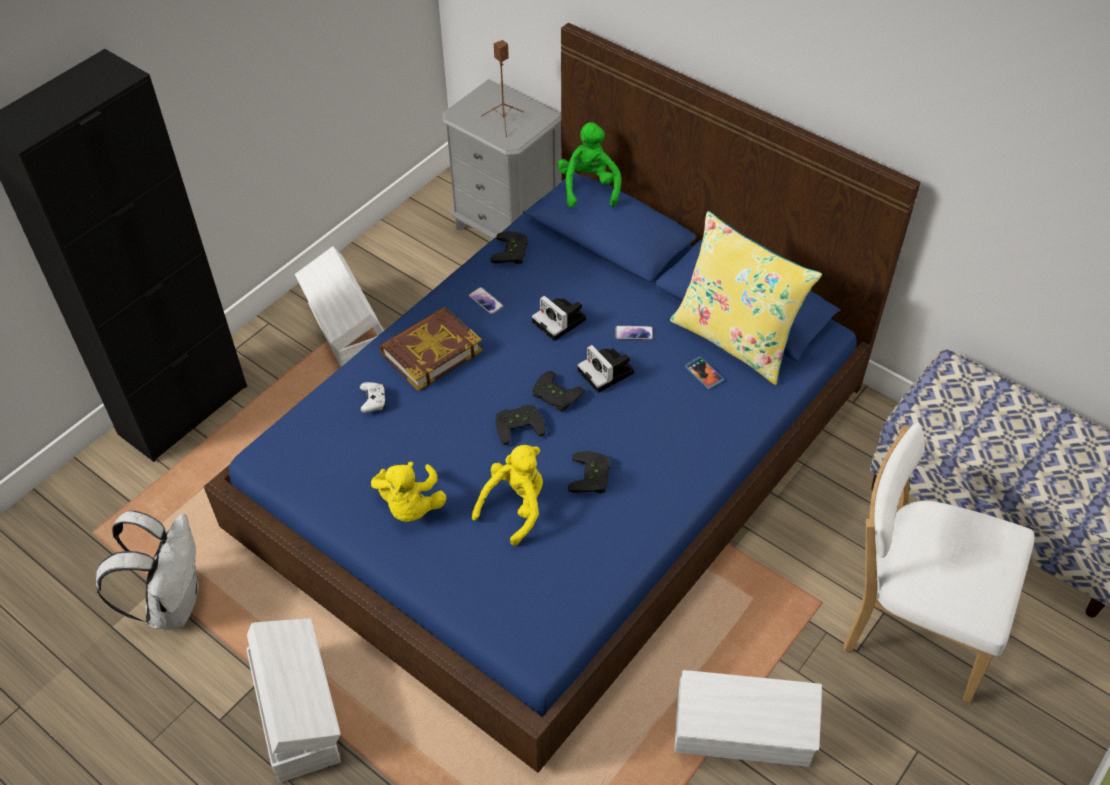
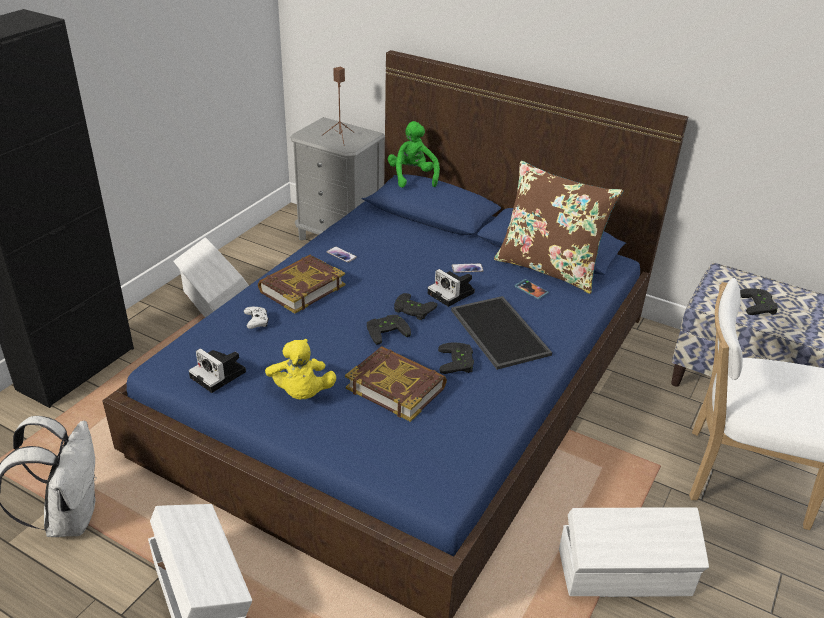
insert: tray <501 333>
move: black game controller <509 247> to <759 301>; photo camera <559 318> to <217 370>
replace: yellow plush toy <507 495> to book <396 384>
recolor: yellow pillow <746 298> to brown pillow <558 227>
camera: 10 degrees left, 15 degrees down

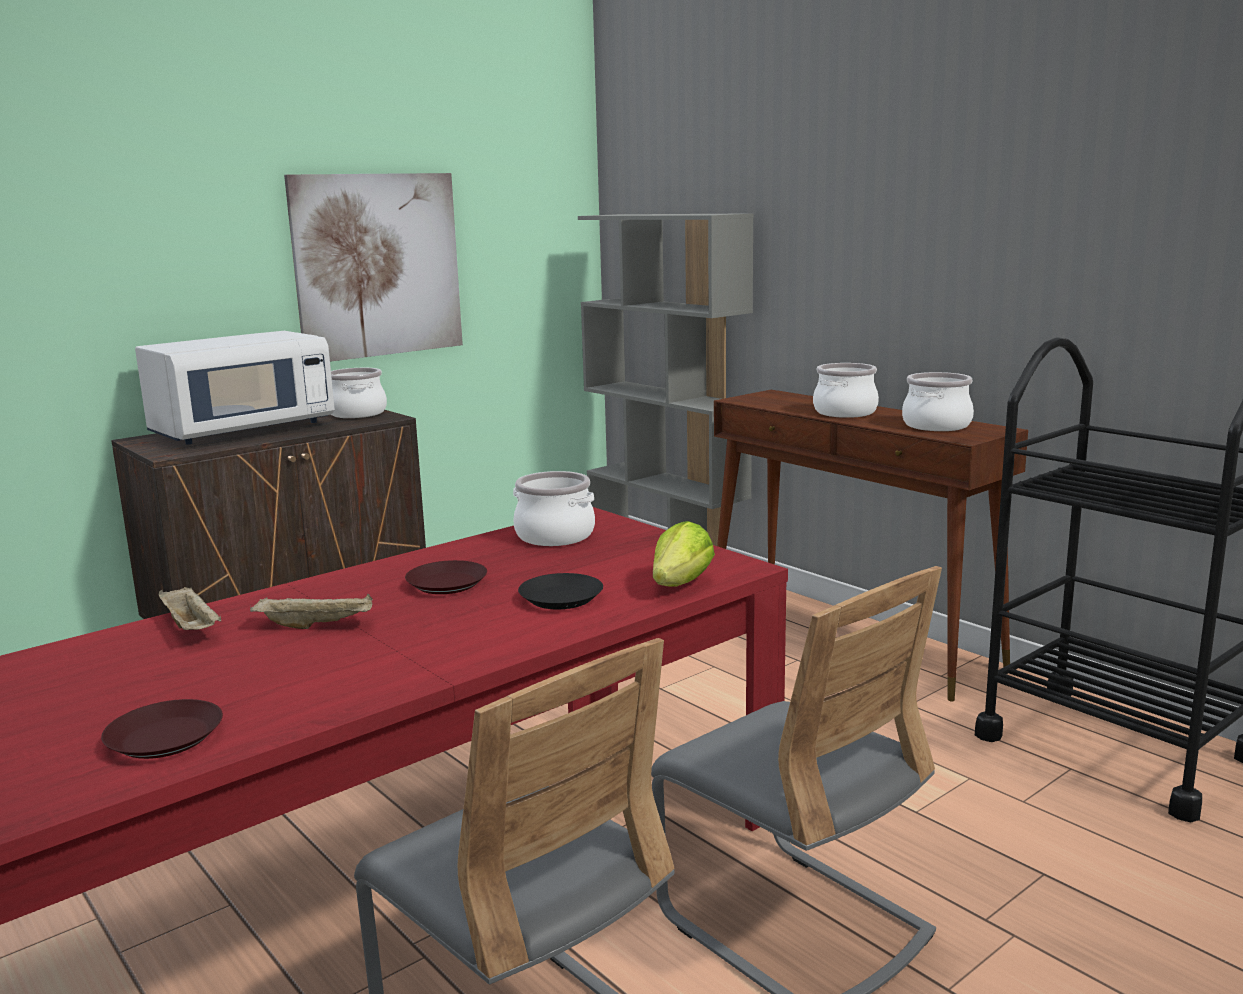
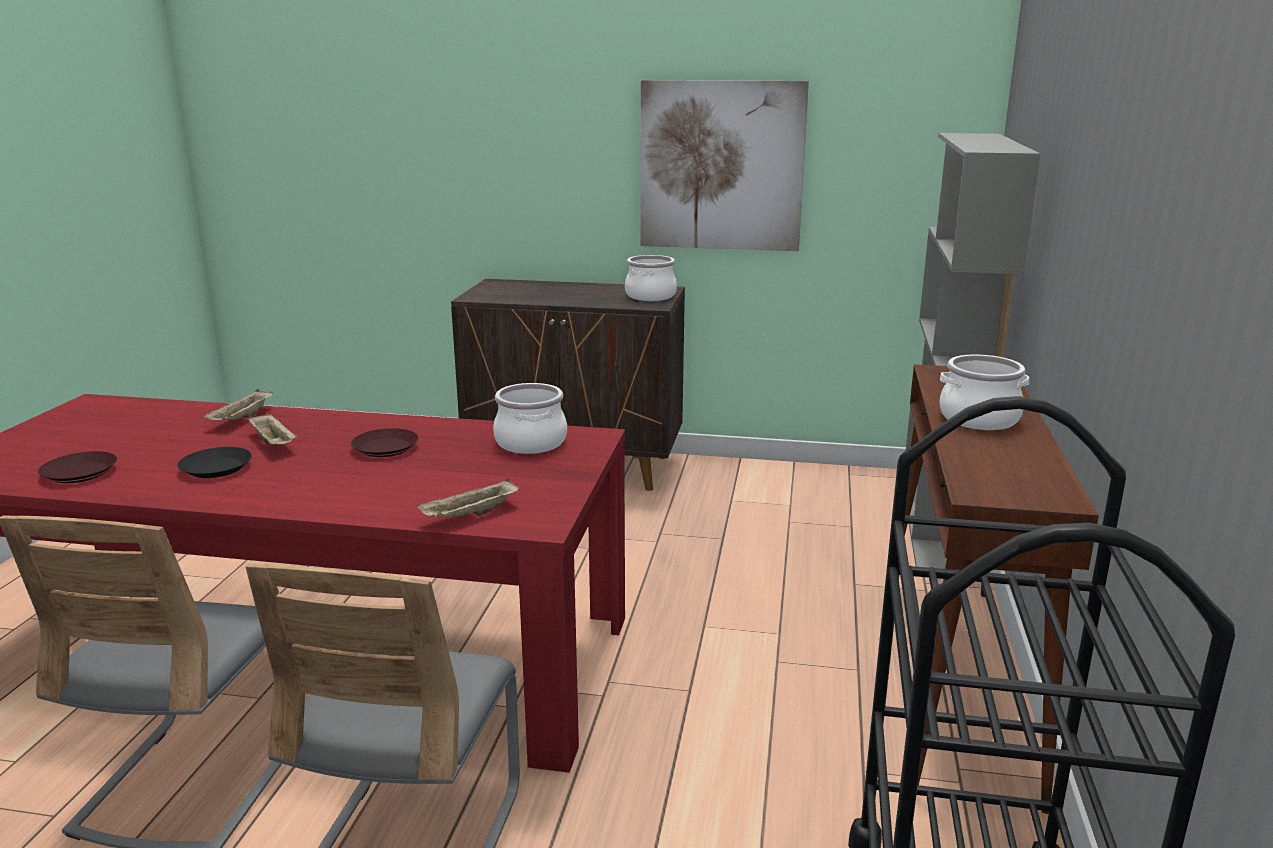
delete: white microwave <235 388>; cooking pot <938 401>
move: black plate <560 591> to <214 462>
replace: lettuce <684 554> to beige tray <468 498>
camera: 50 degrees right, 5 degrees up

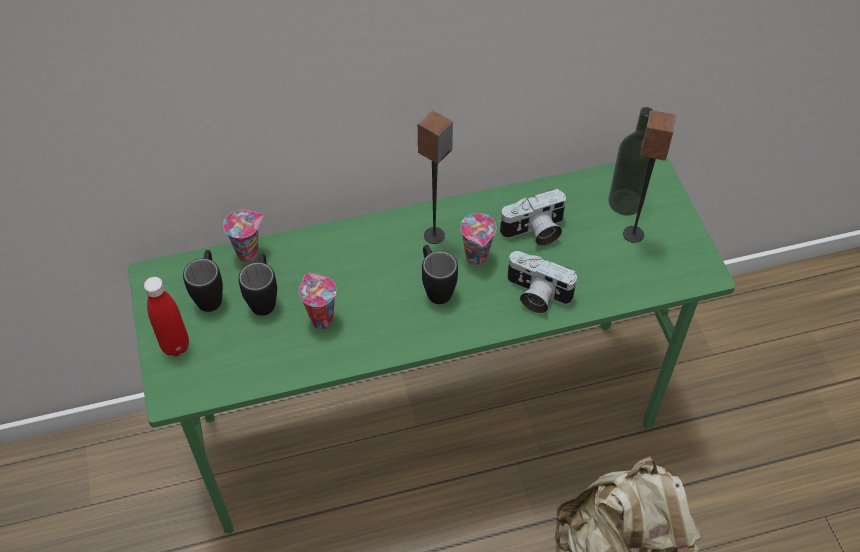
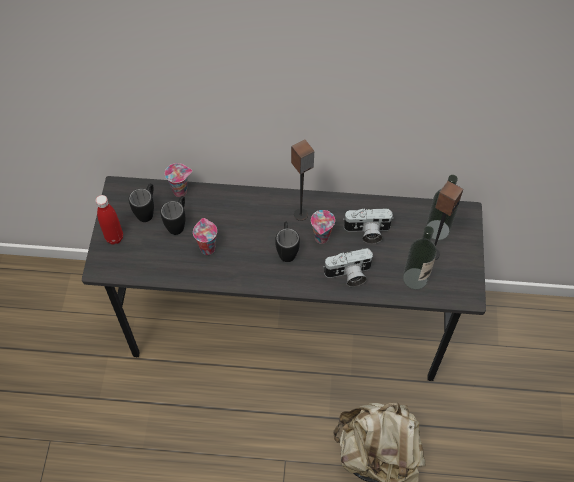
insert: bottle <420 258>
recolor: green desk <432 345> to grey desk <284 278>
rotate: photo camera <542 282> = <348 267> 60 degrees counterclockwise
camera: 20 degrees right, 5 degrees up

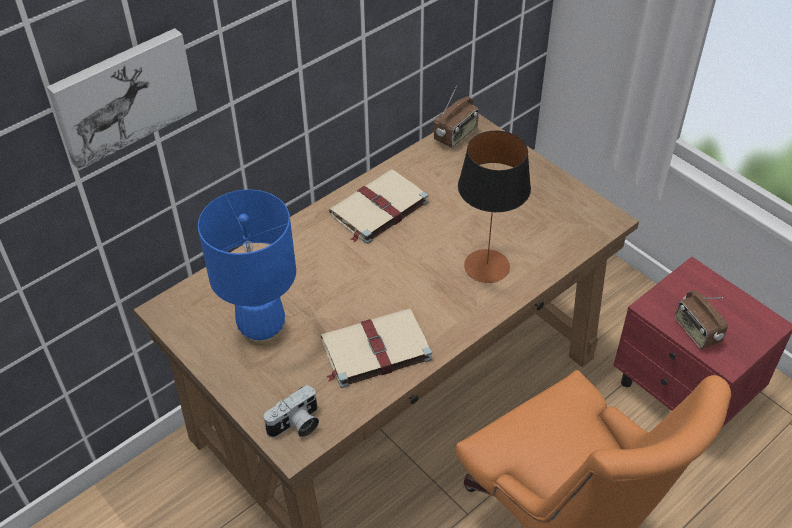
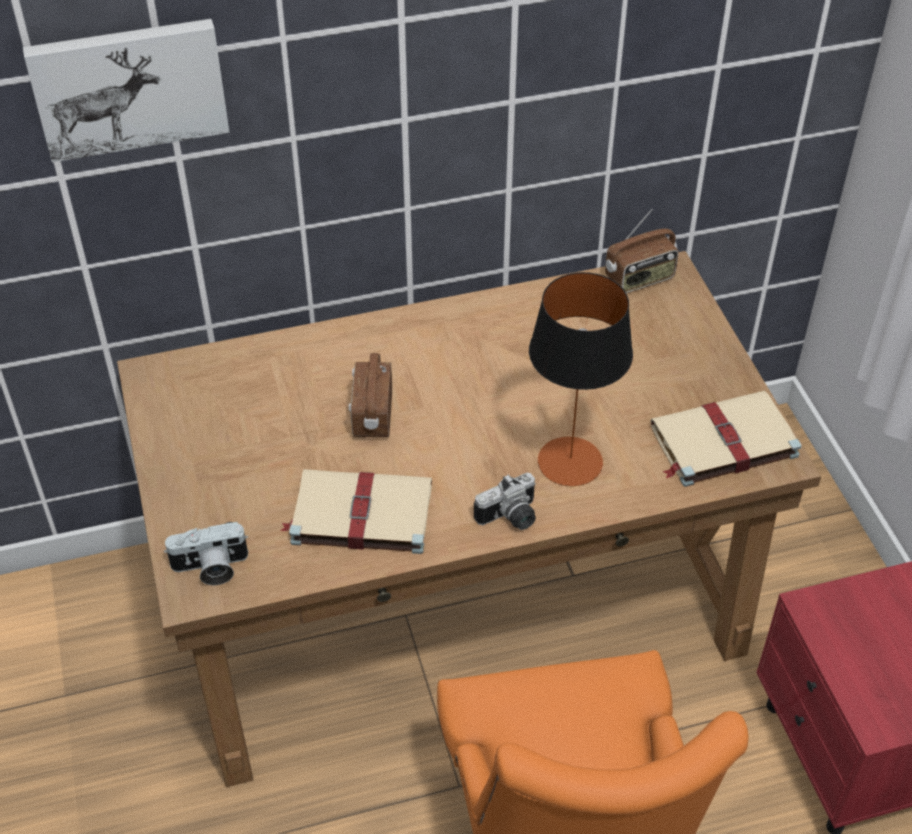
delete: blue table lamp <247 268>
insert: photo camera <505 501>
move: beige book <378 206> to <726 439>; radio <701 319> to <370 395>
camera: 25 degrees right, 0 degrees up

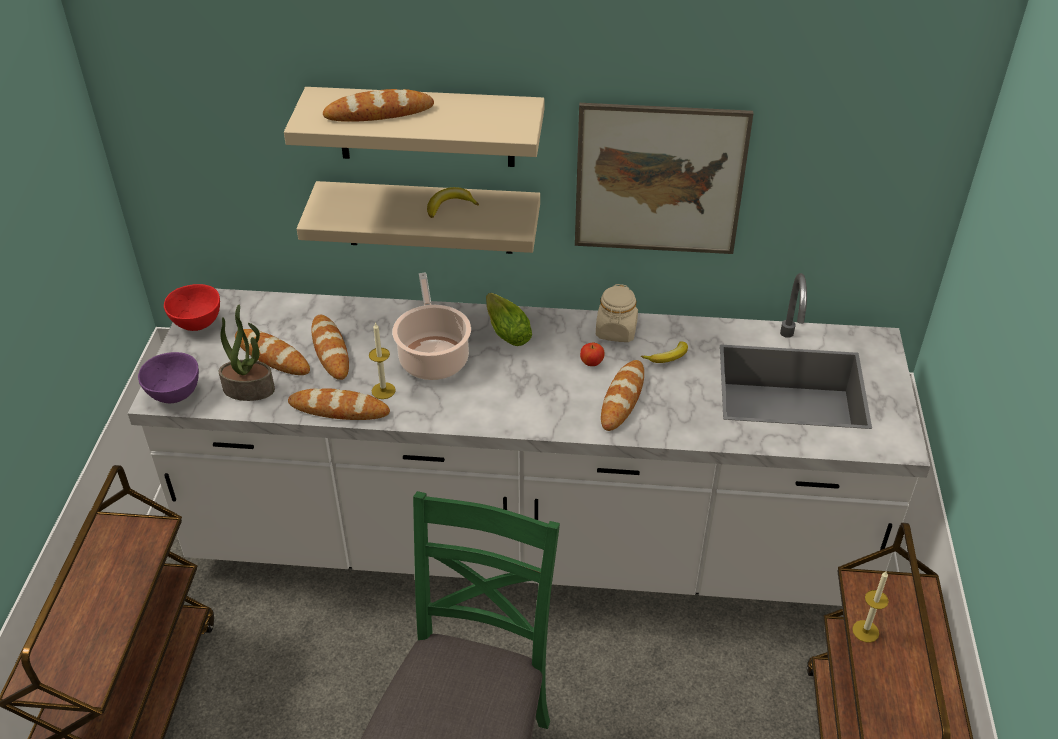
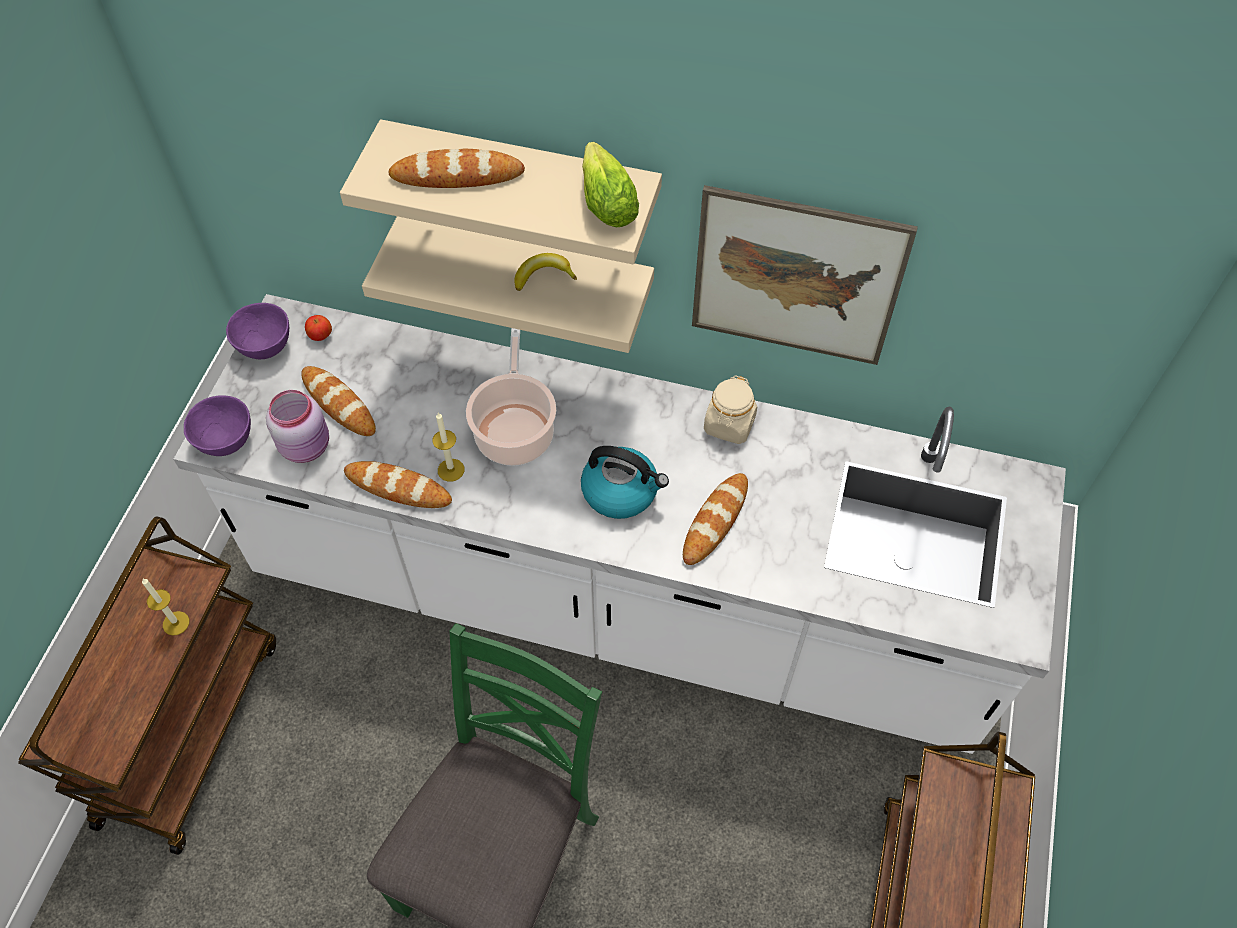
delete: bread <330 347>; banana <664 352>
insert: kettle <625 482>
move: lettuce <509 319> to <610 184>; apple <592 354> to <318 328>; candle <870 606> to <165 607>
replace: potted plant <247 353> to pink jar <297 426>
recolor: red bowl <192 307> to purple bowl <257 331>
camera: 10 degrees right, 15 degrees up

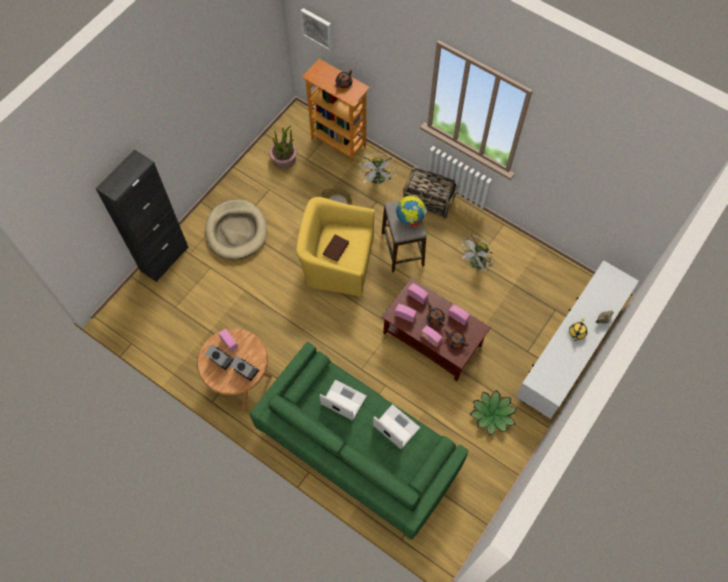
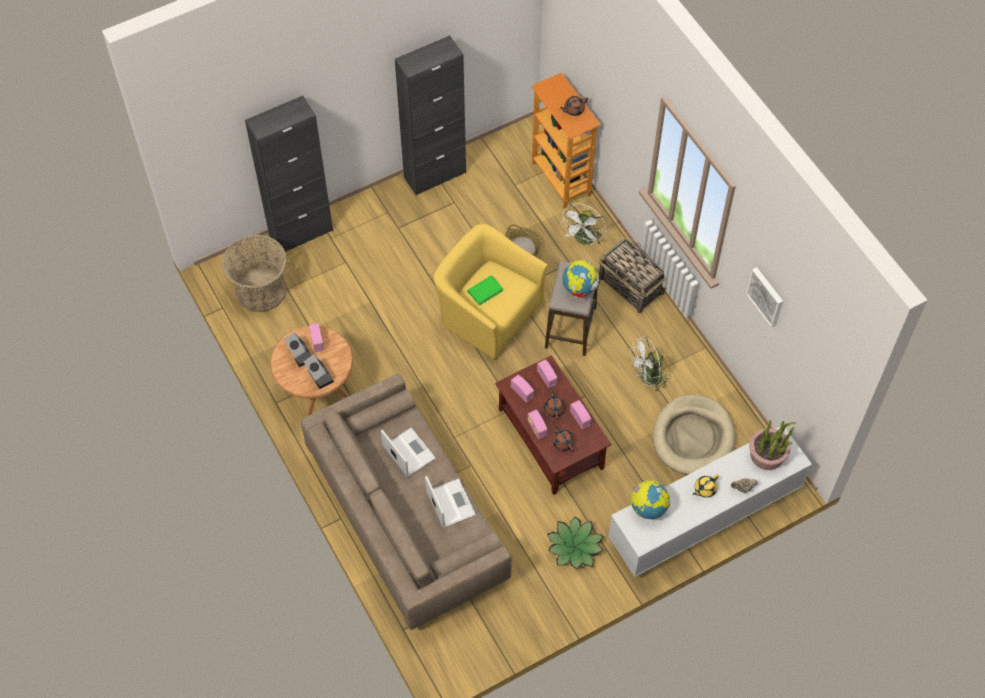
insert: basket <254 273>; black cabinet <430 115>; globe <650 499>
move: beige dog bed <236 229> to <694 435>; potted plant <283 147> to <772 445>; picture <316 29> to <764 297>
recolor: green sofa <359 441> to beige sofa <406 502>; brown book <336 248> to green book <485 290>
camera: 25 degrees right, 5 degrees down

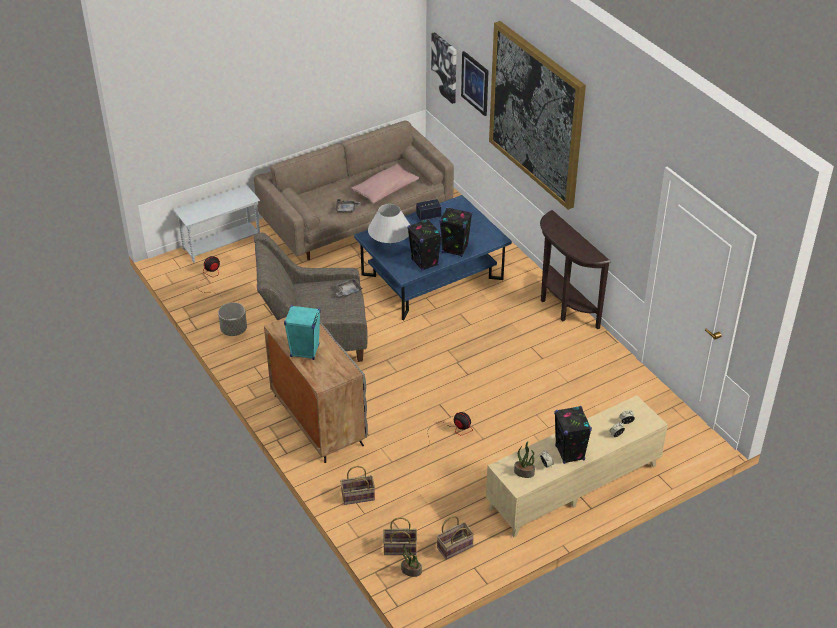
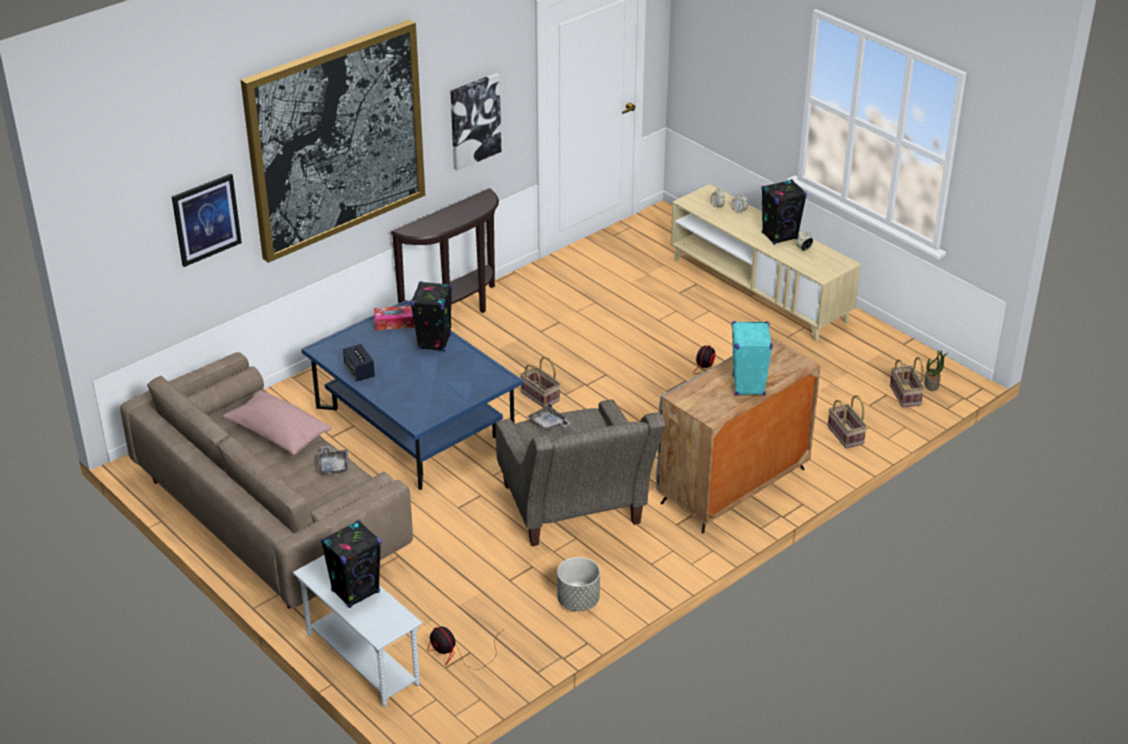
delete: white table lamp <389 223>; potted plant <524 459>
insert: tissue box <394 318>
move: black speaker <424 245> to <351 564>; picture <444 68> to <475 121>; basket <455 538> to <540 382>
camera: 100 degrees left, 5 degrees down

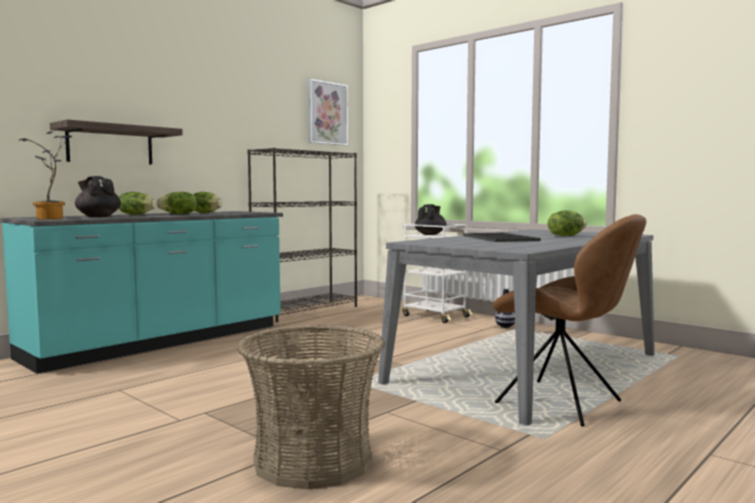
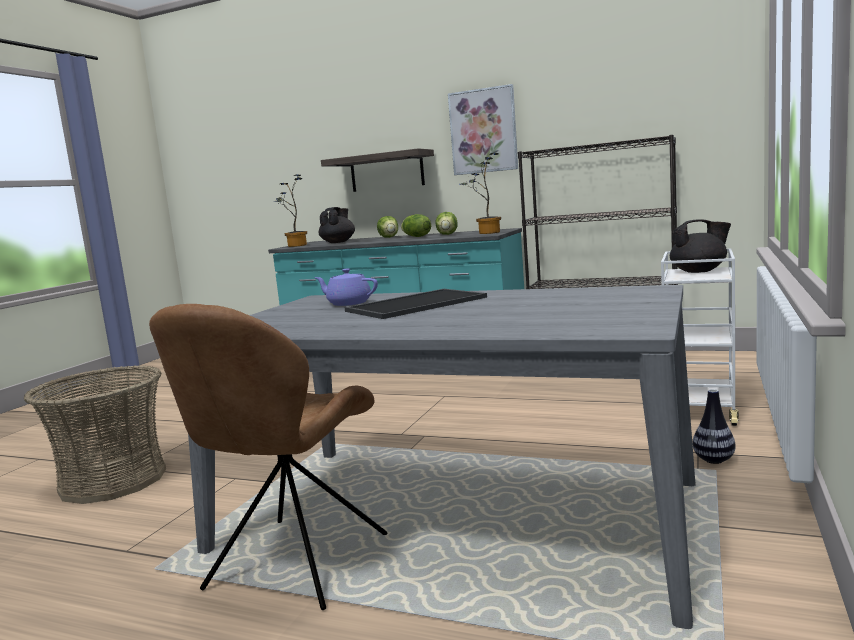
delete: lettuce <567 223>
insert: purple teapot <346 287>; potted plant <481 193>
move: picture <328 112> to <483 129>
camera: 70 degrees right, 5 degrees up

